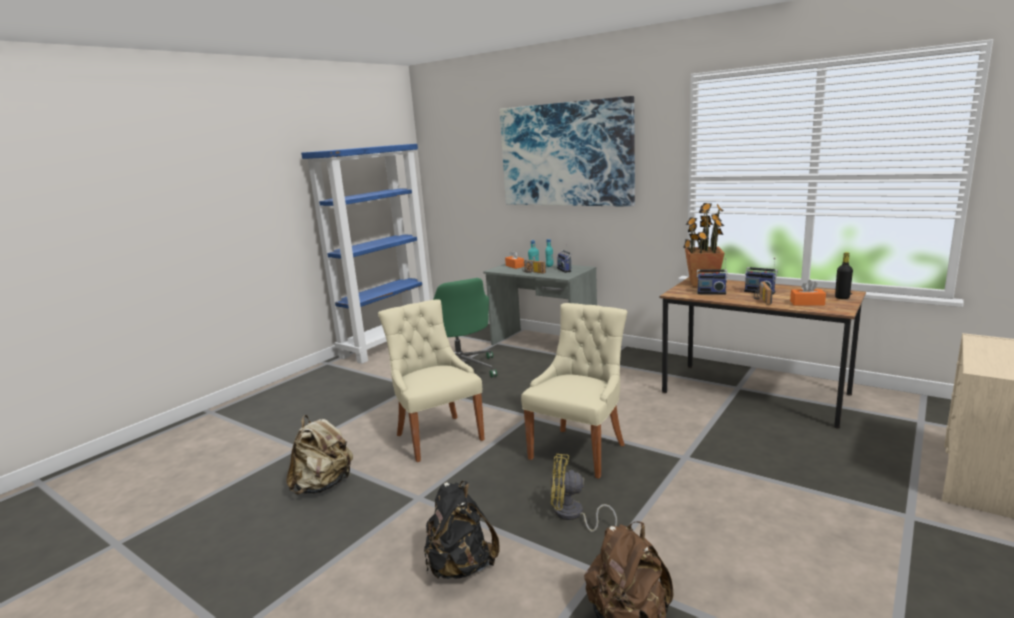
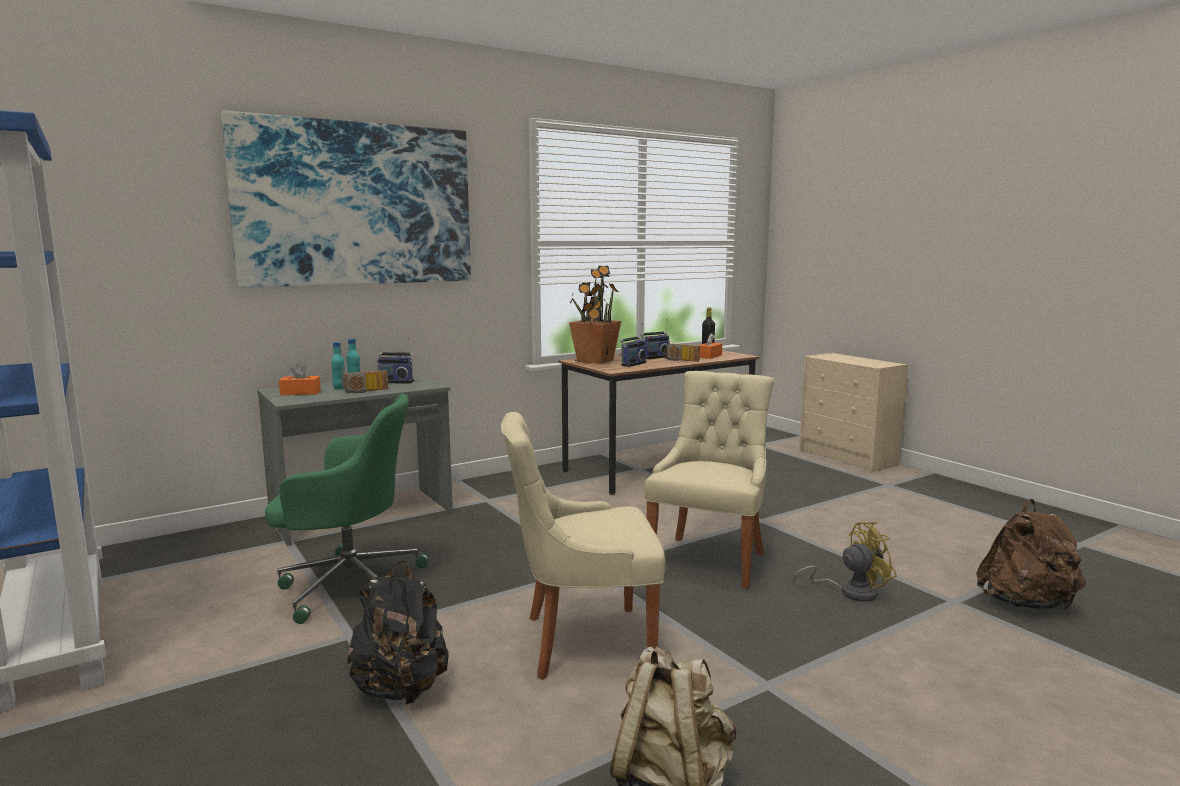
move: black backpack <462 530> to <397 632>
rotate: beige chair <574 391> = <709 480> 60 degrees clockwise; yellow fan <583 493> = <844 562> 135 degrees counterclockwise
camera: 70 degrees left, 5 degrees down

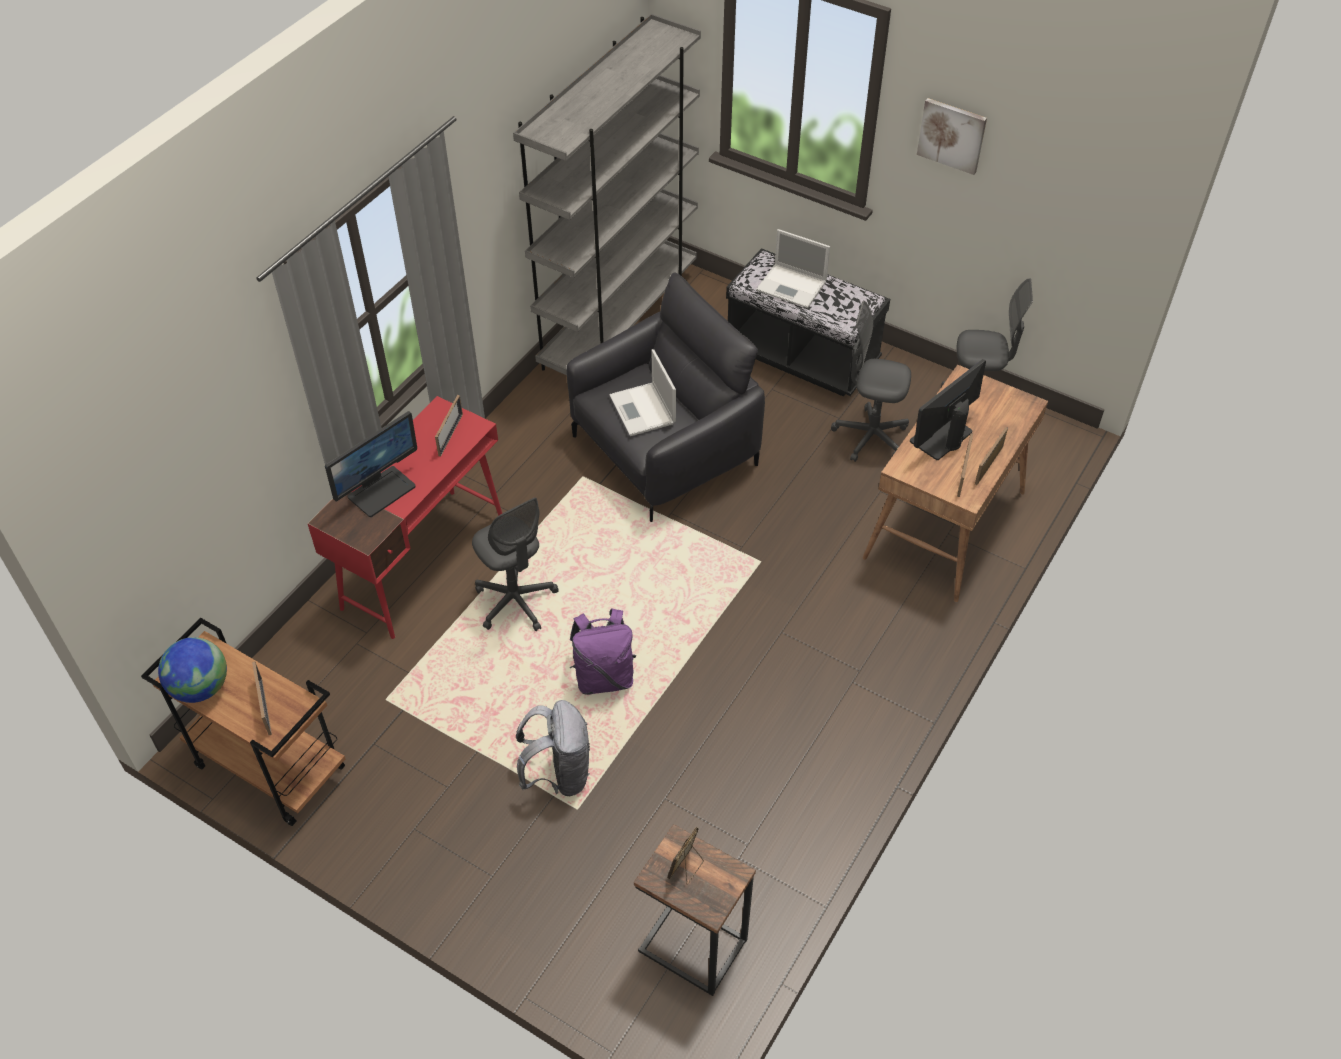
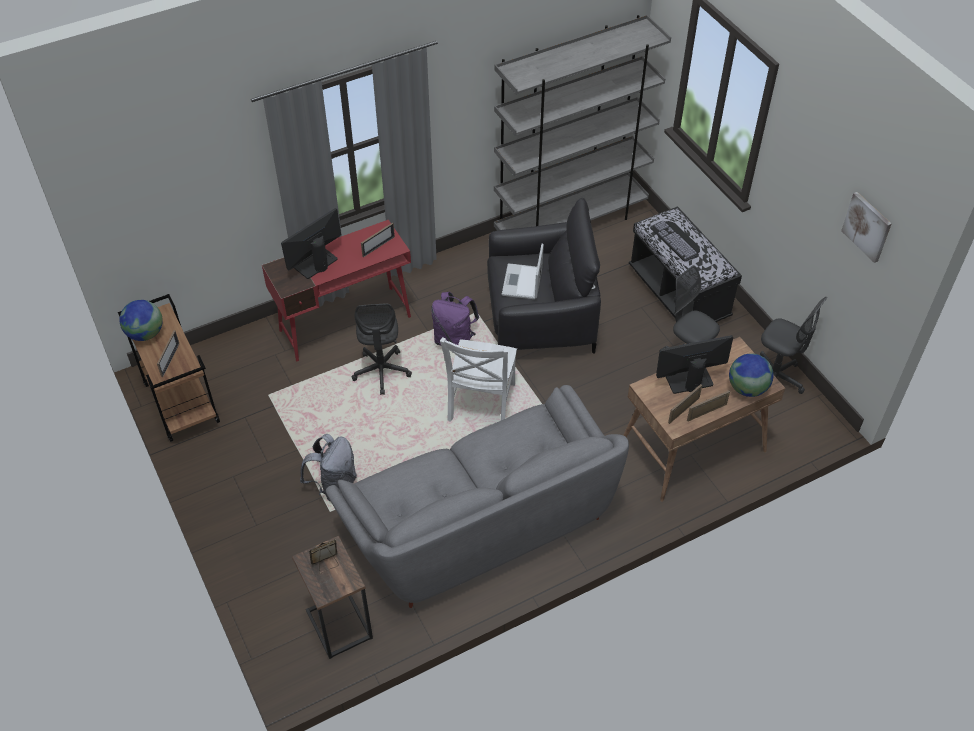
insert: grey sofa <477 496>; white chair <478 379>; globe <751 375>
move: purple backpack <603 651> to <455 318>; picture <952 136> to <866 227>
replace: laptop <793 268> to keyboard <675 241>
rotate: monitor <371 464> = <311 243> 150 degrees clockwise
camera: 30 degrees right, 0 degrees up

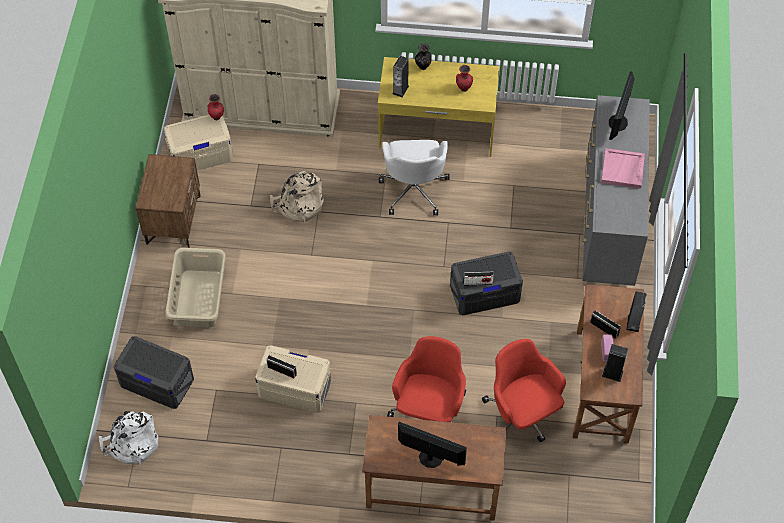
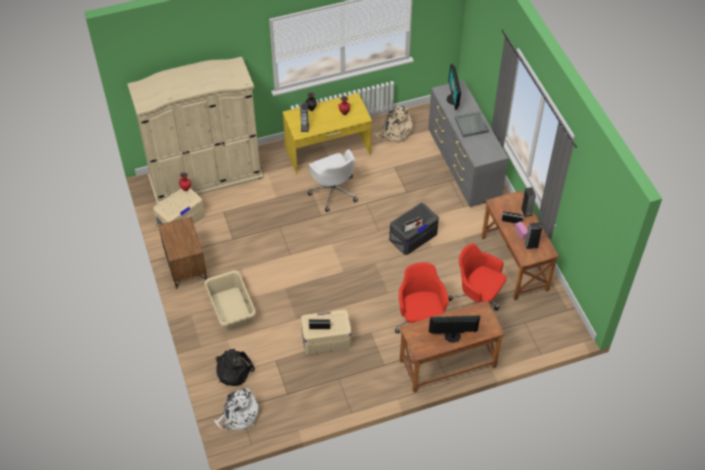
move: beige backpack <297 196> to <393 124>
replace: grey storage box <154 372> to black backpack <235 367>
recolor: pink tray <623 168> to grey tray <472 124>
camera: 25 degrees left, 5 degrees down

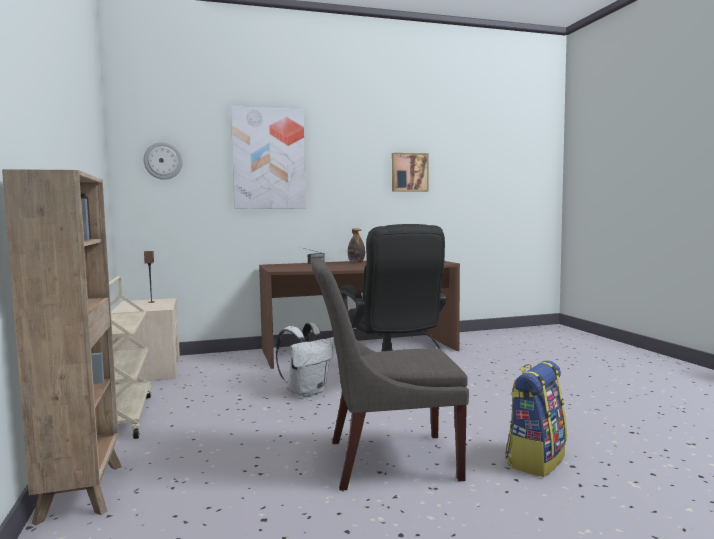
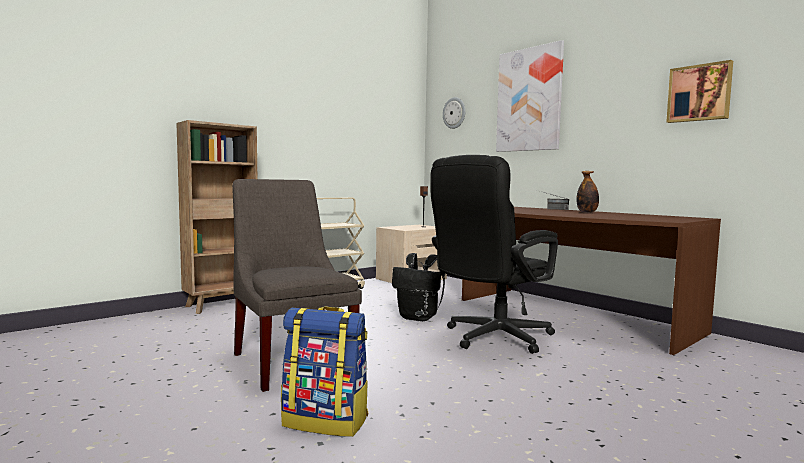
recolor: white backpack <305 360> to black backpack <418 287>
camera: 65 degrees right, 0 degrees up

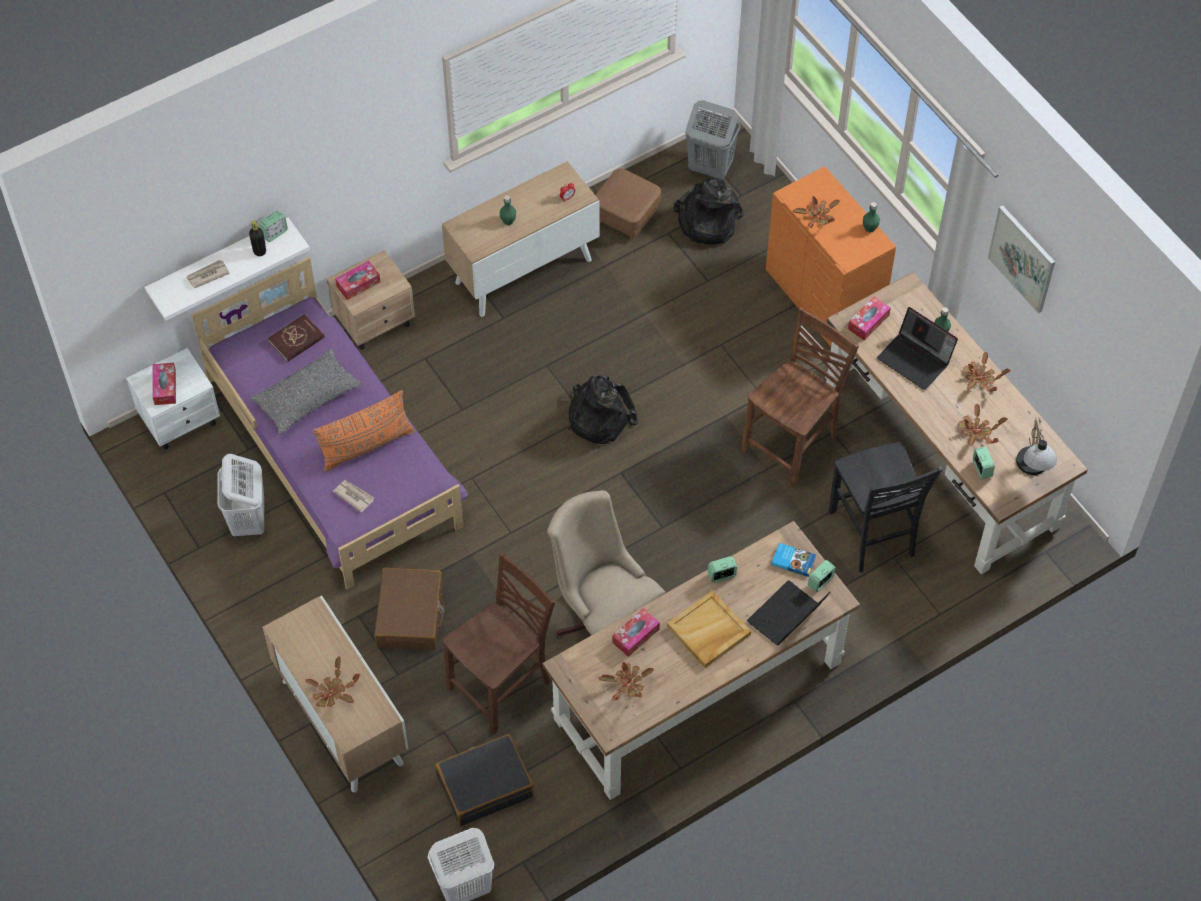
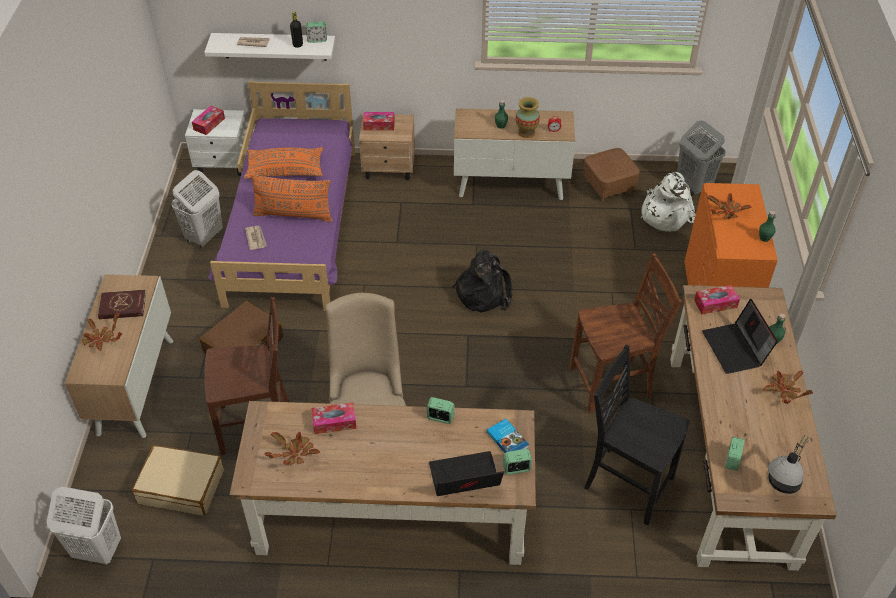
delete: beige tray <709 629>; potted plant <983 425>; picture <1021 259>
insert: vase <527 117>
move: red book <296 338> to <122 304>
recolor: grey pillow <306 392> to orange pillow <283 163>; black suitcase <484 780> to beige suitcase <178 480>; black backpack <709 211> to white backpack <668 202>
rotate: black chair <885 507> = <637 435> 105 degrees clockwise
camera: 35 degrees right, 10 degrees down

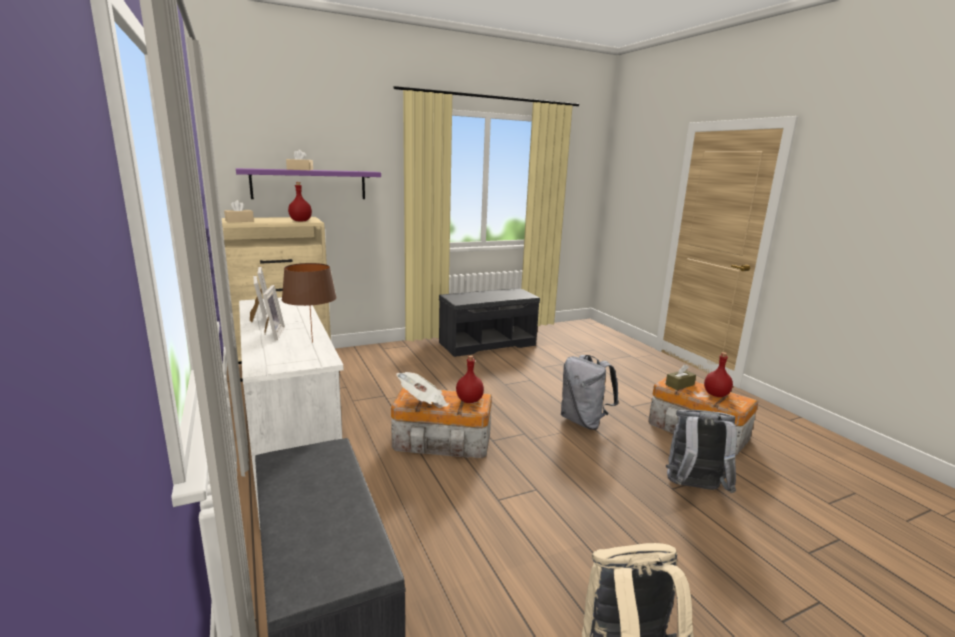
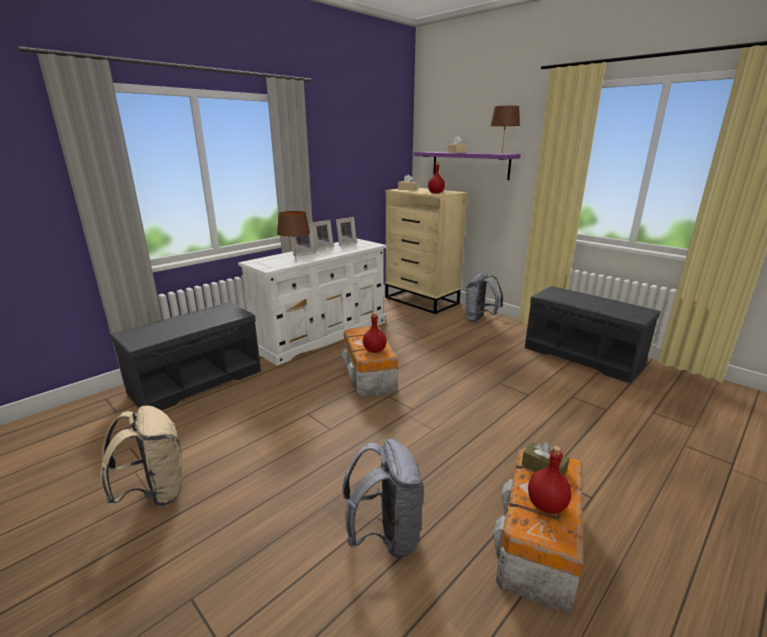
delete: newspaper <422 389>
insert: brown table lamp <505 129>
move: grey backpack <590 392> to <484 297>
camera: 70 degrees right, 5 degrees up

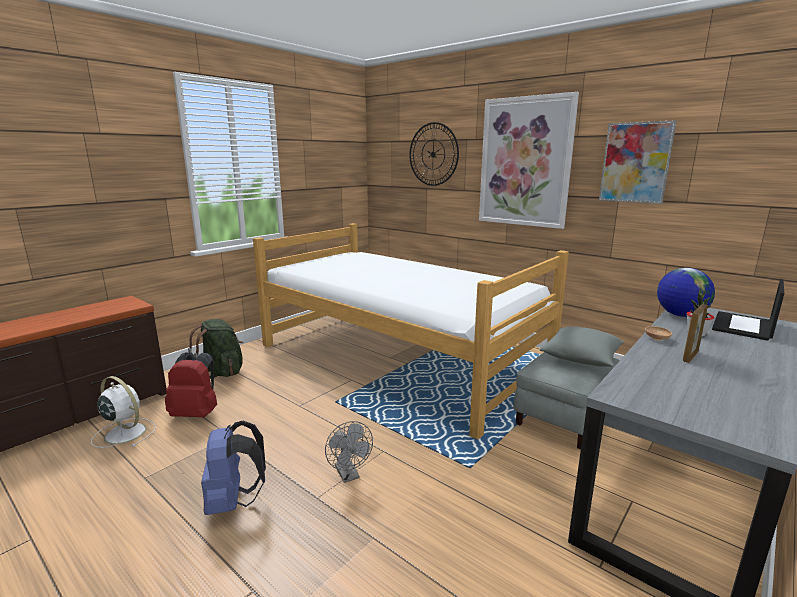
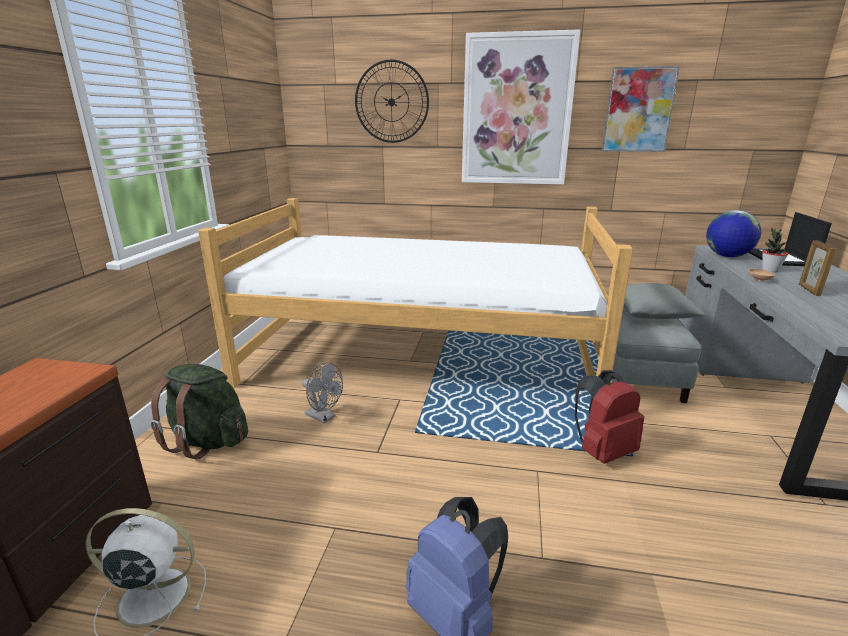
move: red backpack <191 384> to <609 417>; grey fan <349 452> to <322 393>
camera: 30 degrees left, 5 degrees up

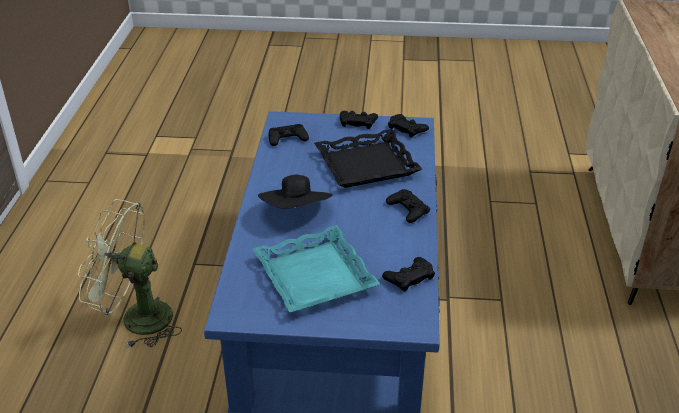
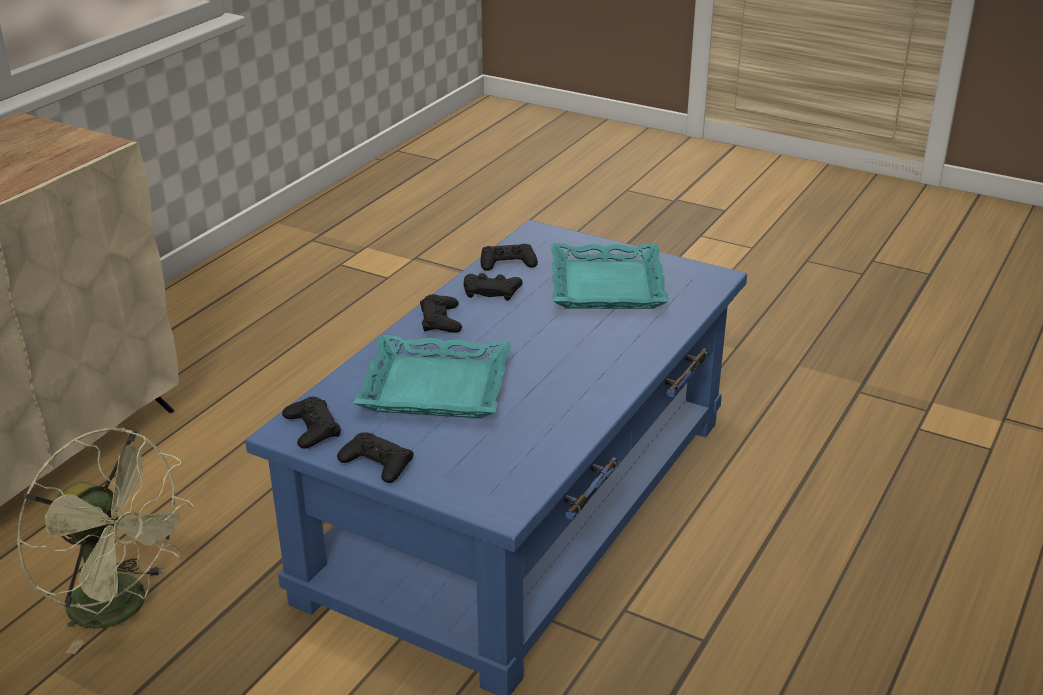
delete: black hat <295 192>
move: green fan <130 273> to <105 541>; black game controller <289 135> to <493 286>
recolor: black tray <368 158> to turquoise tray <432 376>
camera: 155 degrees left, 5 degrees down

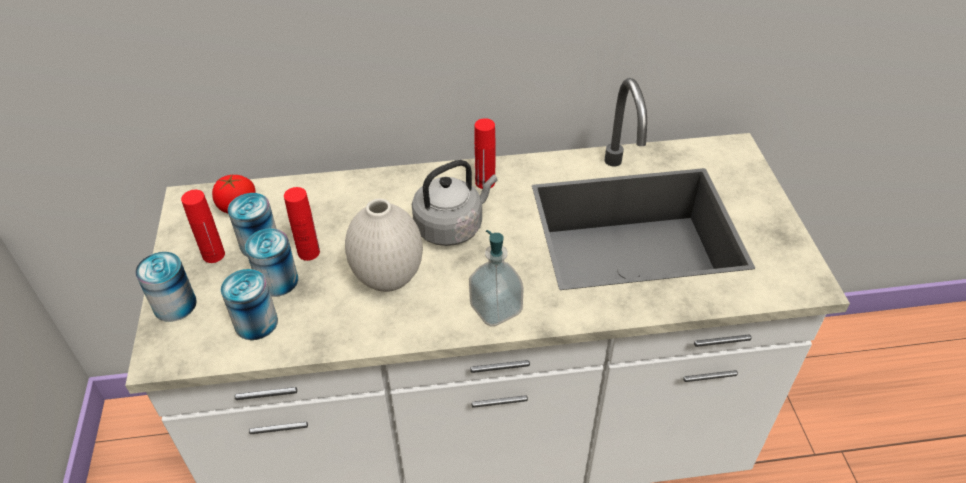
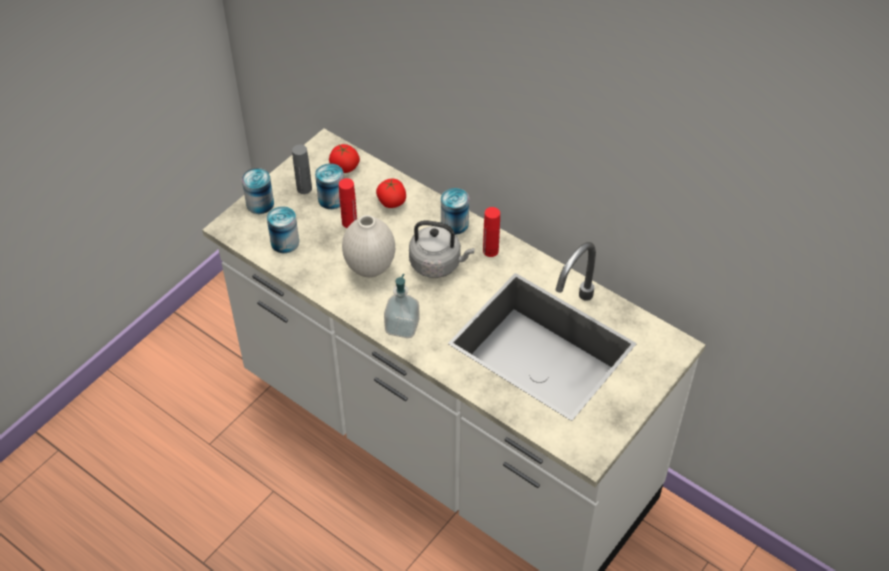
insert: tomato <391 193>
move: can <271 262> to <455 211>
recolor: red bottle <203 226> to grey bottle <302 169>
camera: 45 degrees right, 5 degrees up

